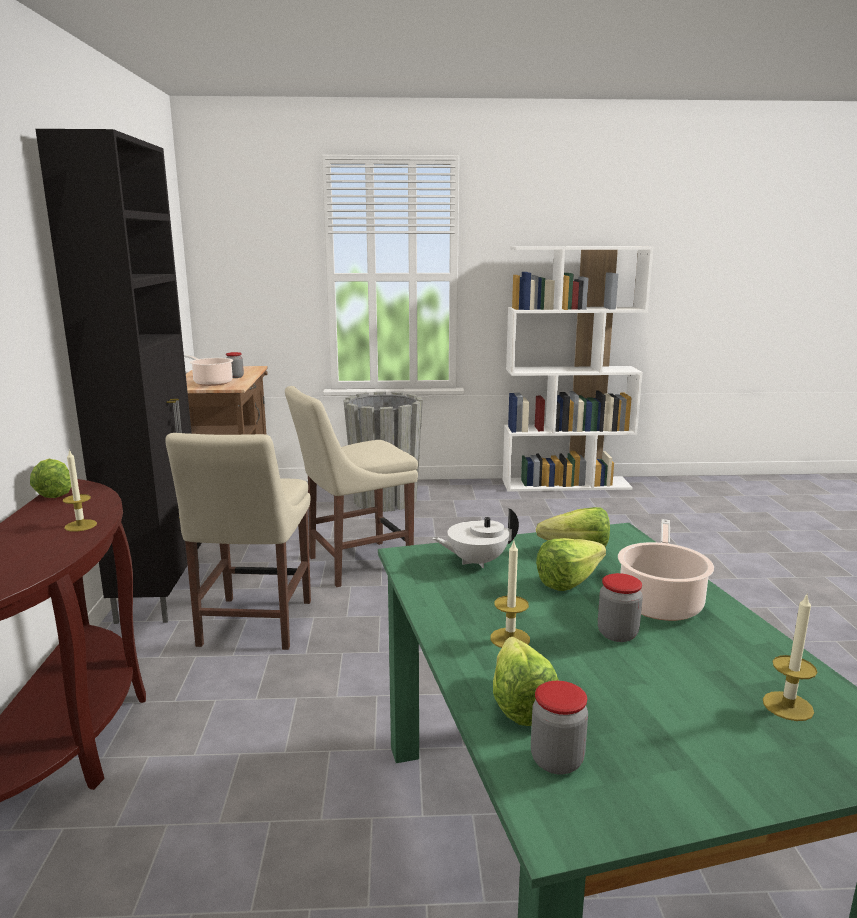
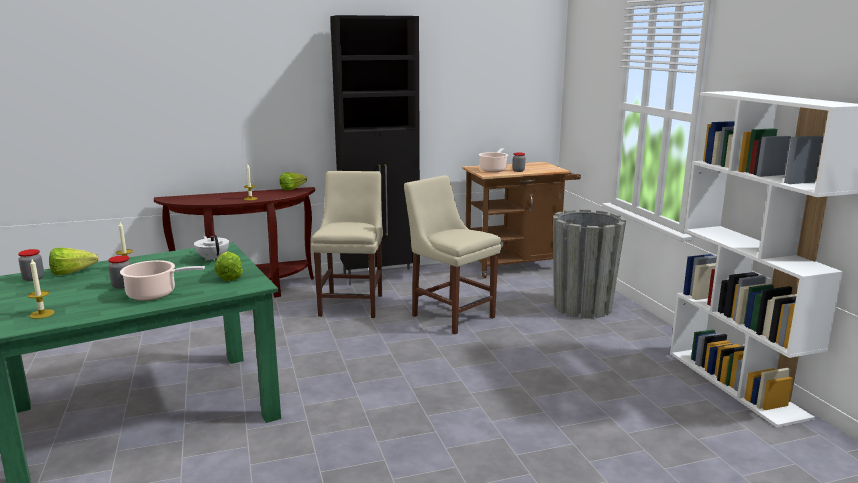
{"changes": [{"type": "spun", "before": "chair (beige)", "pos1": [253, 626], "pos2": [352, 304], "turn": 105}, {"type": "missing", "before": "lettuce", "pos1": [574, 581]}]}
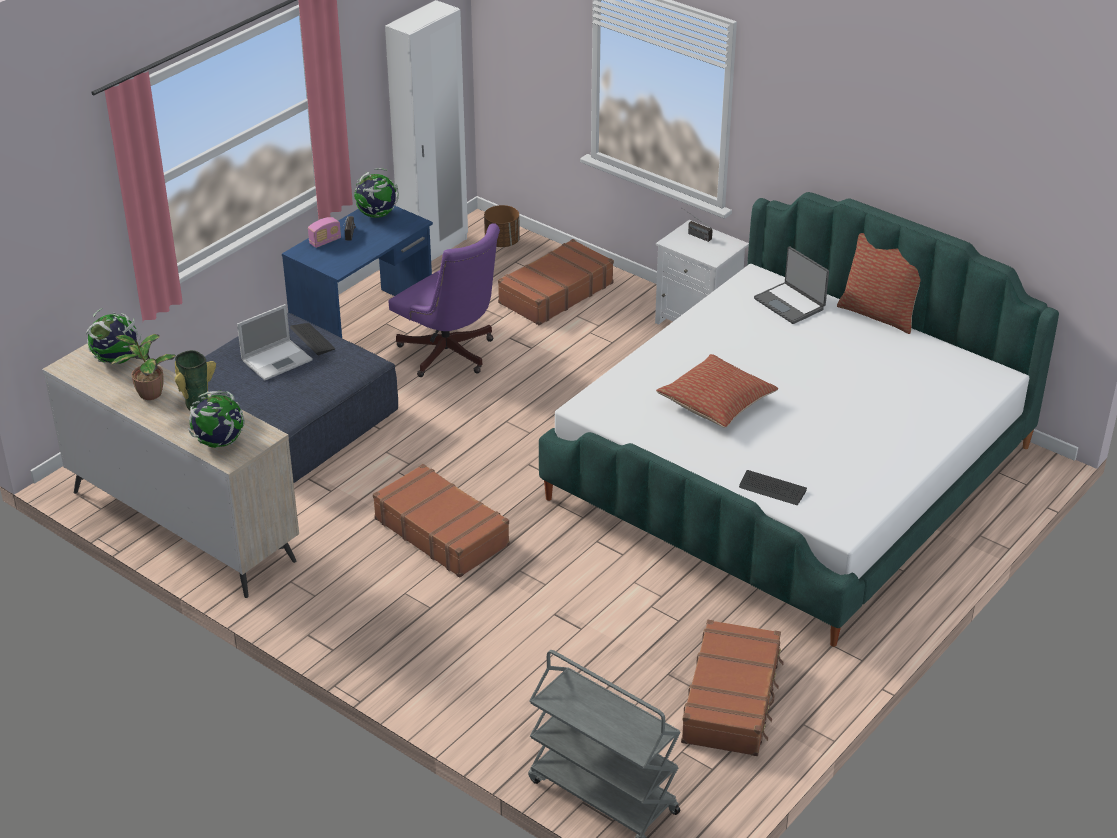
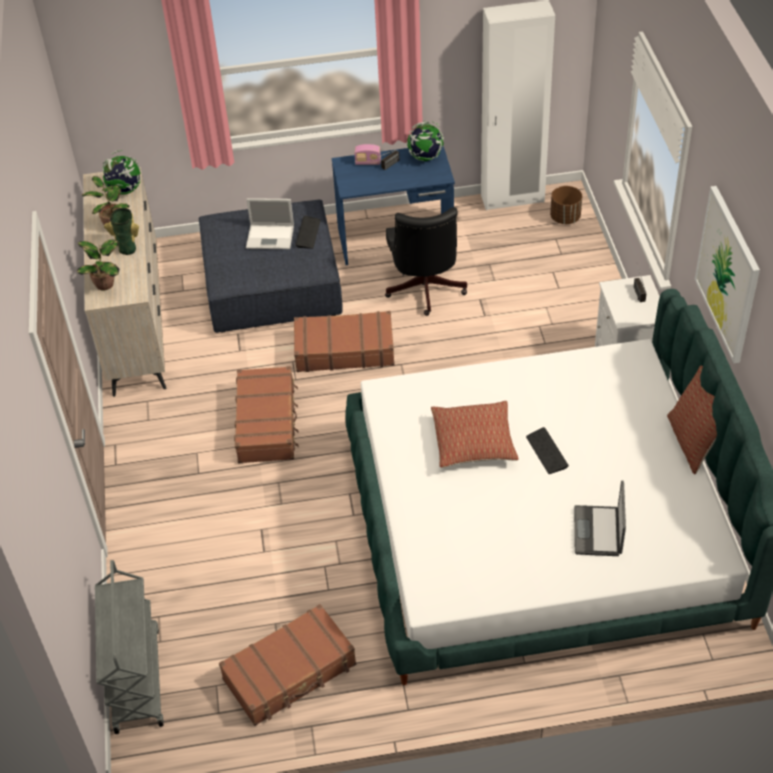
{"changes": [{"type": "exchanged", "before": "globe", "after": "potted plant", "pos1": [219, 442], "pos2": [106, 284]}, {"type": "relocated", "before": "suitcase (brown)", "pos1": [555, 293], "pos2": [344, 350]}, {"type": "colour", "before": "office chair (purple)", "after": "office chair (black)", "pos1": [450, 356], "pos2": [425, 291]}, {"type": "relocated", "before": "keyboard", "pos1": [772, 489], "pos2": [546, 452]}, {"type": "relocated", "before": "laptop", "pos1": [790, 304], "pos2": [599, 532]}, {"type": "appeared", "after": "picture", "pos2": [728, 274]}]}
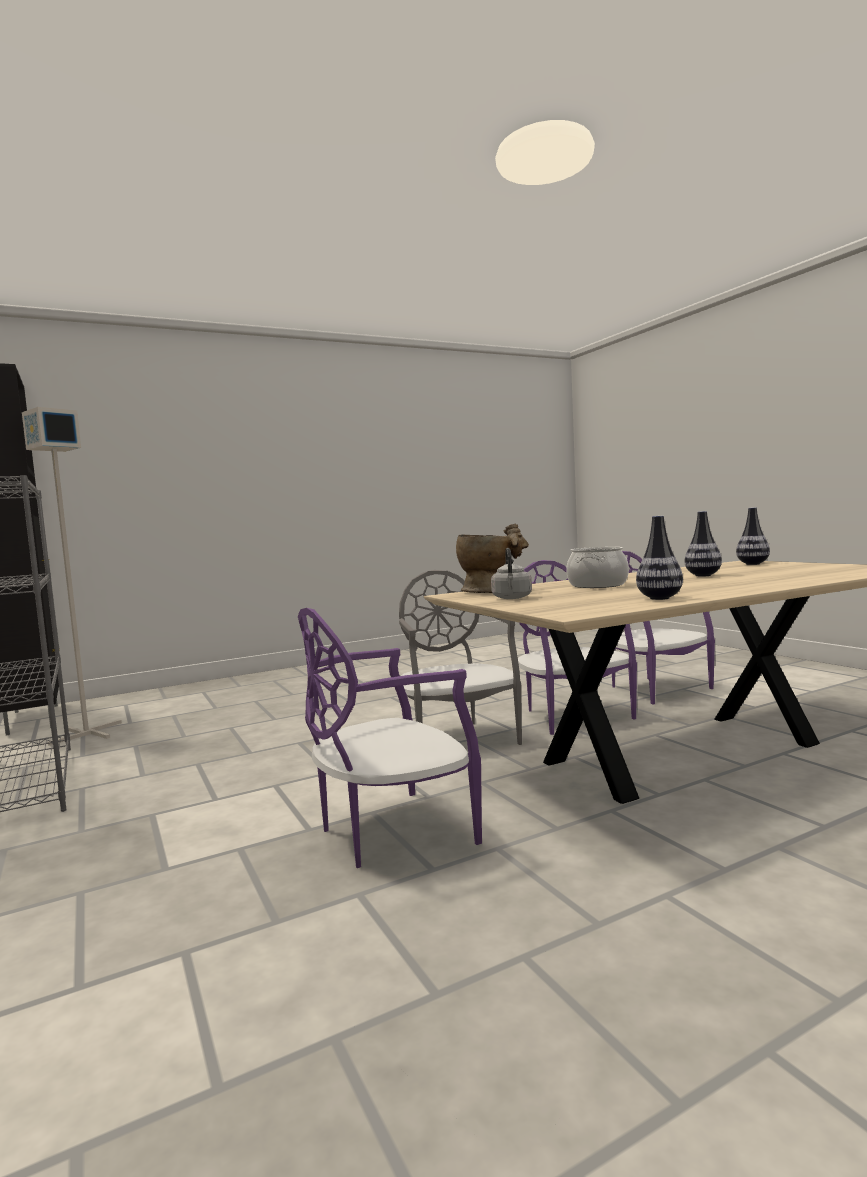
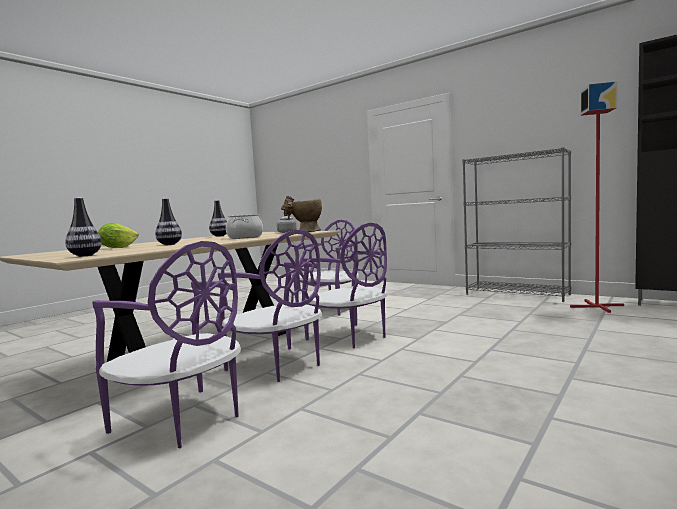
{"changes": [{"type": "appeared", "after": "lettuce", "pos2": [117, 248]}, {"type": "colour", "before": "chair (grey)", "after": "chair (purple)", "pos1": [458, 738], "pos2": [350, 337]}, {"type": "colour", "before": "floor lamp (grey)", "after": "floor lamp (red)", "pos1": [85, 733], "pos2": [597, 306]}]}
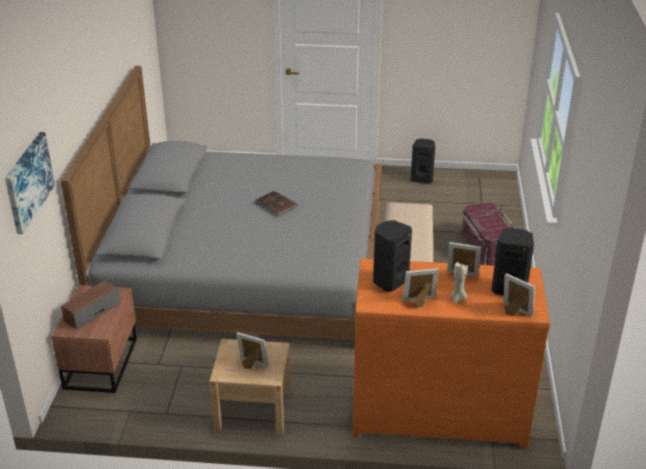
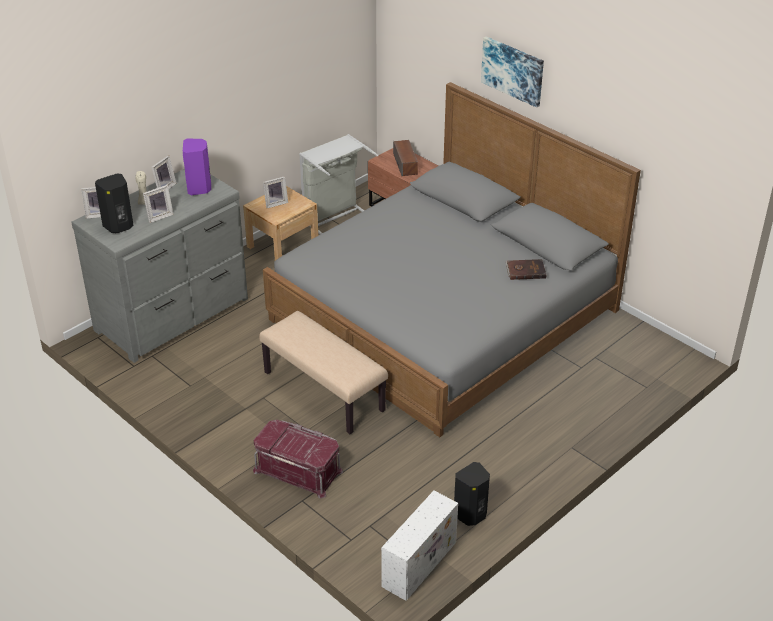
{"changes": [{"type": "colour", "before": "dresser (orange)", "after": "dresser (grey)", "pos1": [438, 410], "pos2": [174, 315]}, {"type": "colour", "before": "speaker (black)", "after": "speaker (purple)", "pos1": [389, 281], "pos2": [199, 188]}, {"type": "appeared", "after": "laundry basket (grey)", "pos2": [336, 219]}, {"type": "appeared", "after": "storage box (white)", "pos2": [420, 563]}, {"type": "relocated", "before": "picture", "pos1": [27, 181], "pos2": [513, 70]}, {"type": "relocated", "before": "book (brown)", "pos1": [276, 205], "pos2": [525, 270]}]}
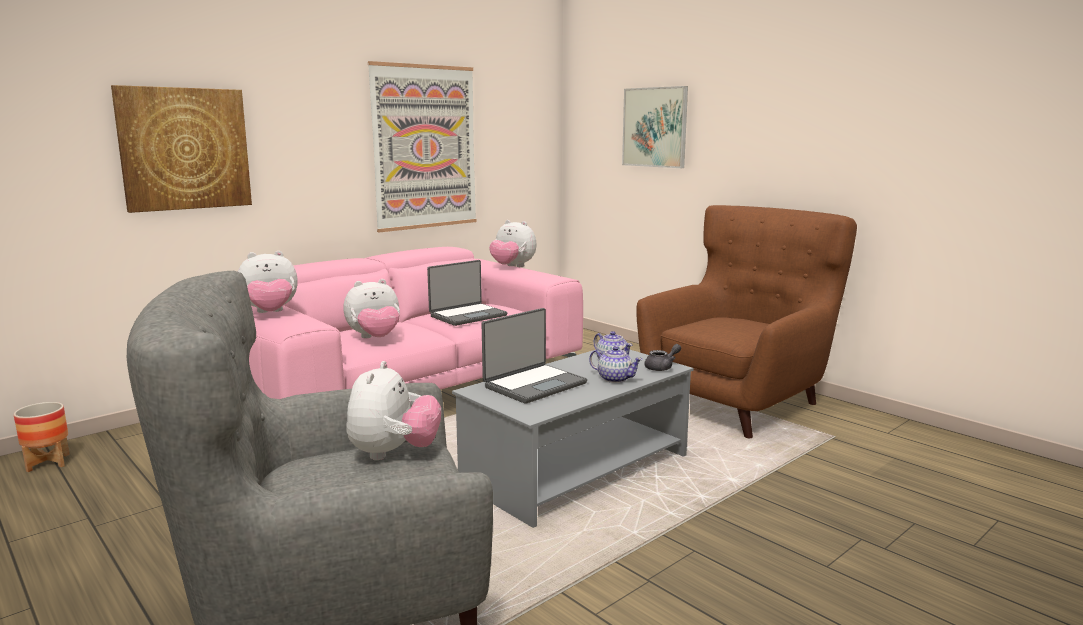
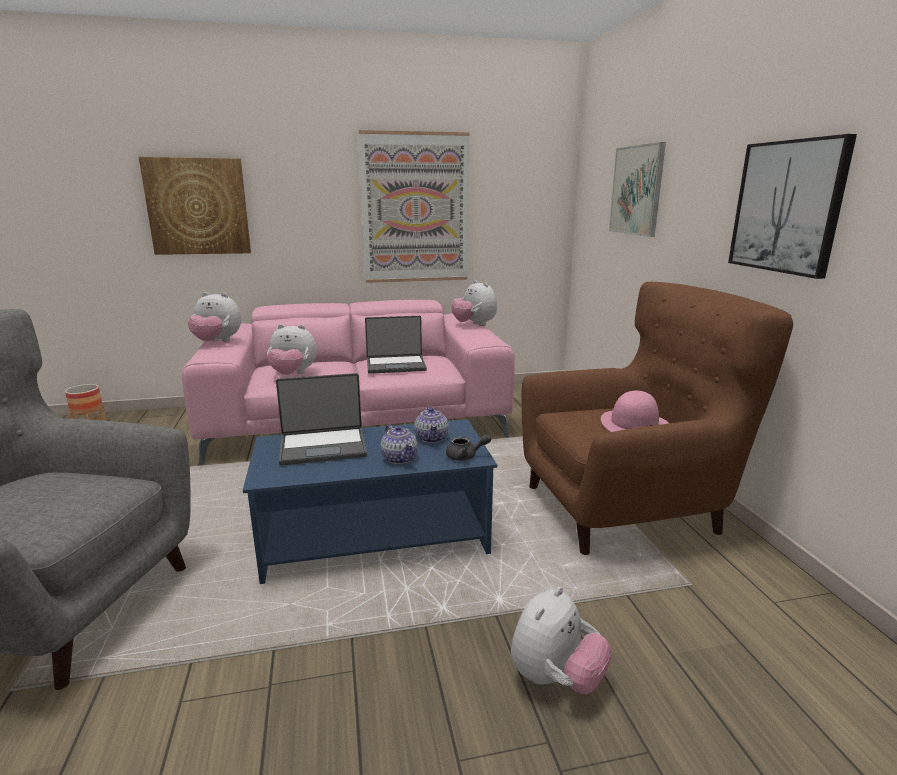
{"changes": [{"type": "colour", "before": "coffee table (grey)", "after": "coffee table (blue)", "pos1": [577, 470], "pos2": [376, 536]}, {"type": "relocated", "before": "plush toy", "pos1": [394, 453], "pos2": [555, 679]}, {"type": "appeared", "after": "hat (pink)", "pos2": [634, 424]}, {"type": "appeared", "after": "picture", "pos2": [787, 207]}]}
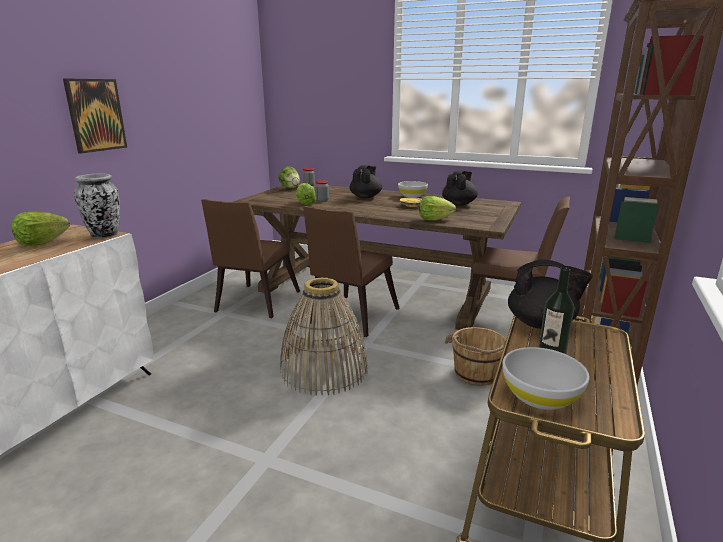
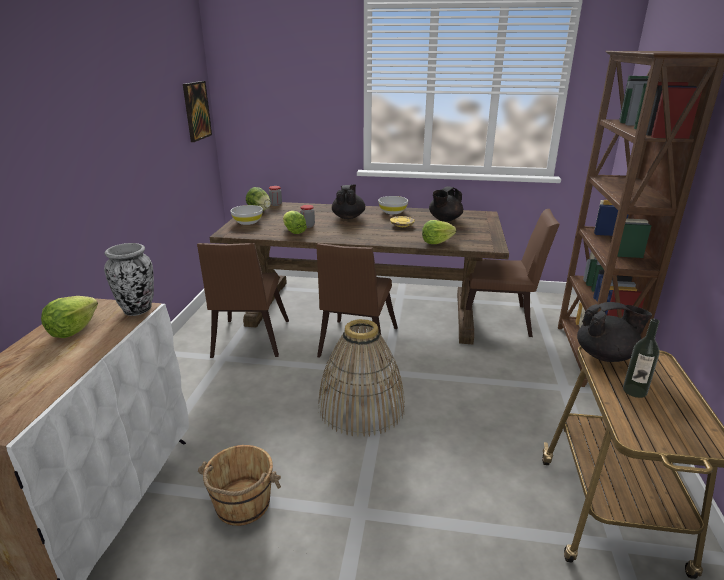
{"changes": [{"type": "relocated", "before": "picture", "pos1": [95, 115], "pos2": [196, 111]}, {"type": "relocated", "before": "bucket (brown)", "pos1": [476, 373], "pos2": [242, 504]}, {"type": "relocated", "before": "bowl (white)", "pos1": [540, 396], "pos2": [248, 222]}, {"type": "spun", "before": "teapot (black)", "pos1": [459, 204], "pos2": [444, 219], "turn": -150}]}
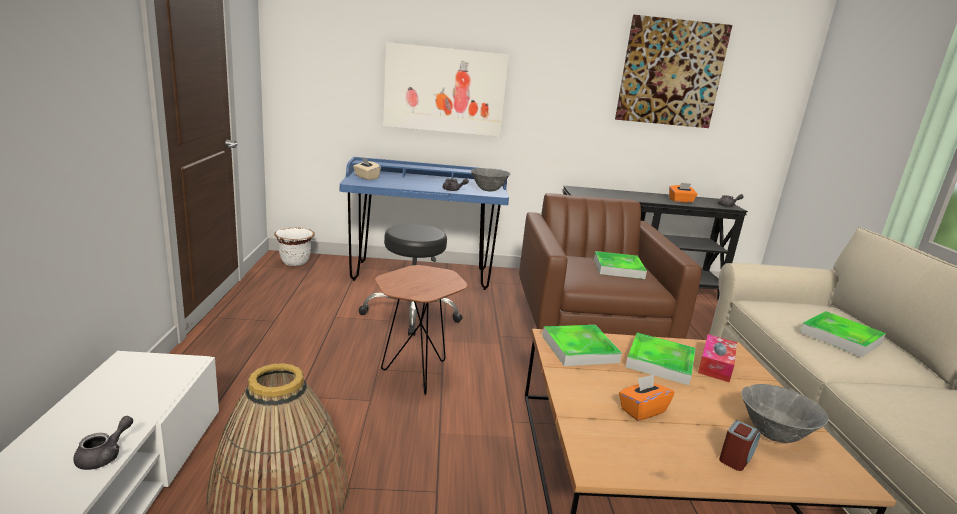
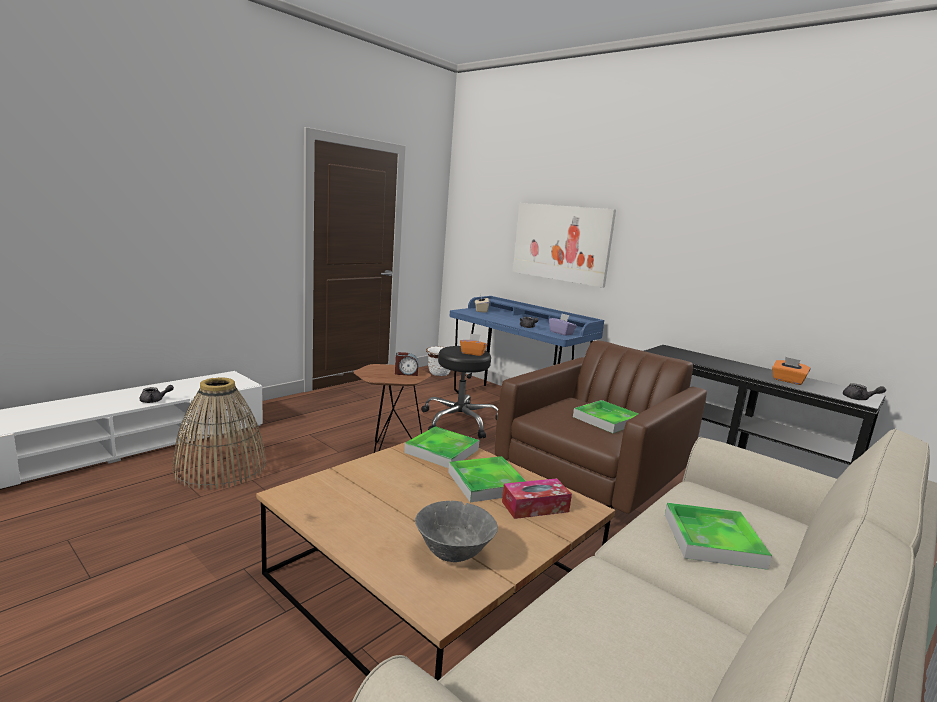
{"changes": [{"type": "relocated", "before": "alarm clock", "pos1": [736, 457], "pos2": [406, 373]}, {"type": "relocated", "before": "tissue box (orange)", "pos1": [642, 410], "pos2": [472, 353]}, {"type": "exchanged", "before": "bowl (grey)", "after": "tissue box (purple)", "pos1": [488, 190], "pos2": [561, 333]}, {"type": "missing", "before": "picture", "pos1": [671, 73]}]}
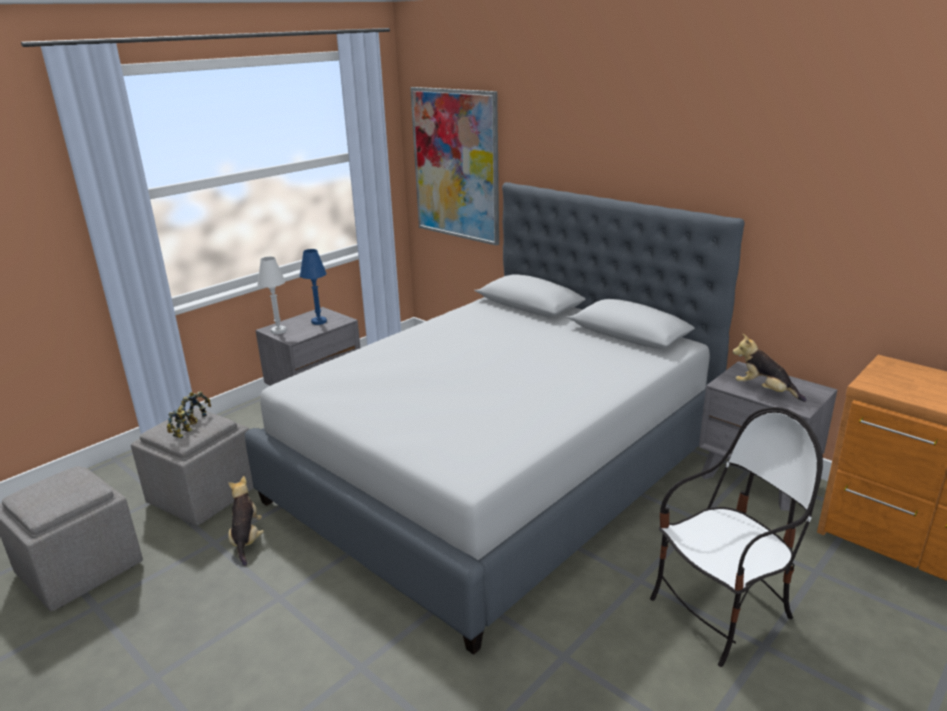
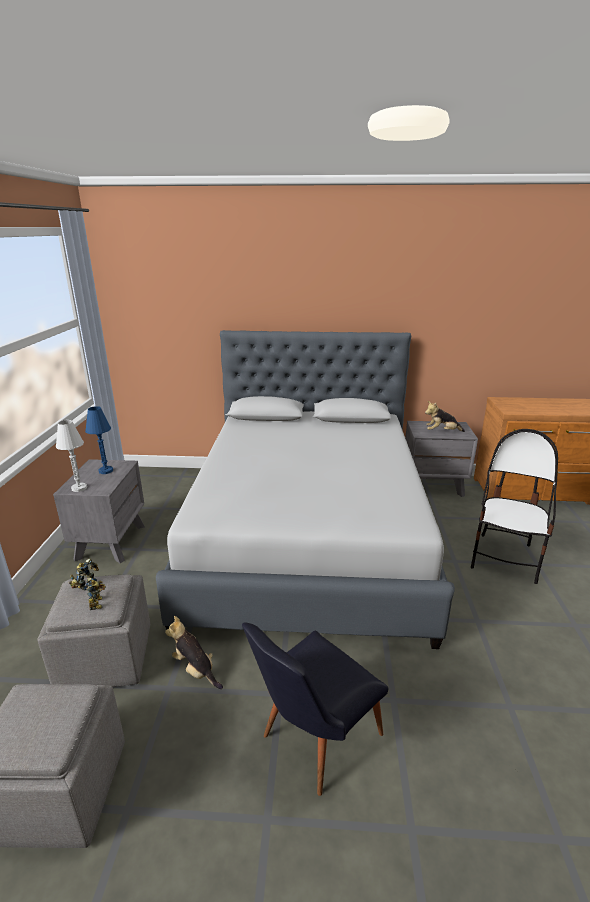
{"changes": [{"type": "appeared", "after": "chair (black)", "pos2": [312, 740]}, {"type": "missing", "before": "picture", "pos1": [456, 165]}]}
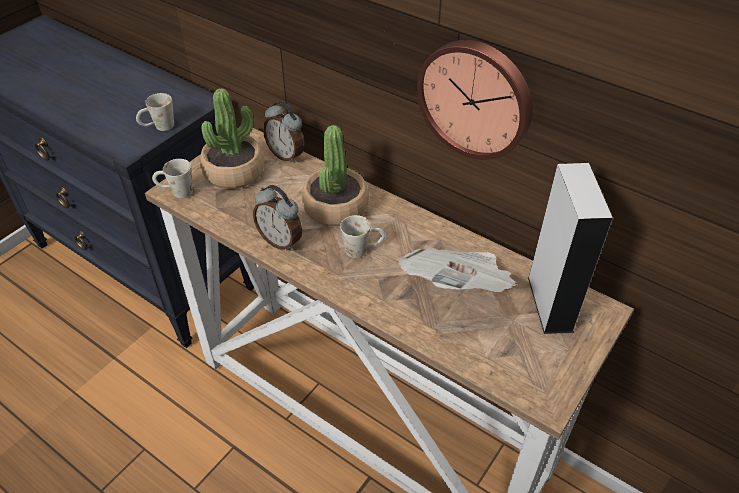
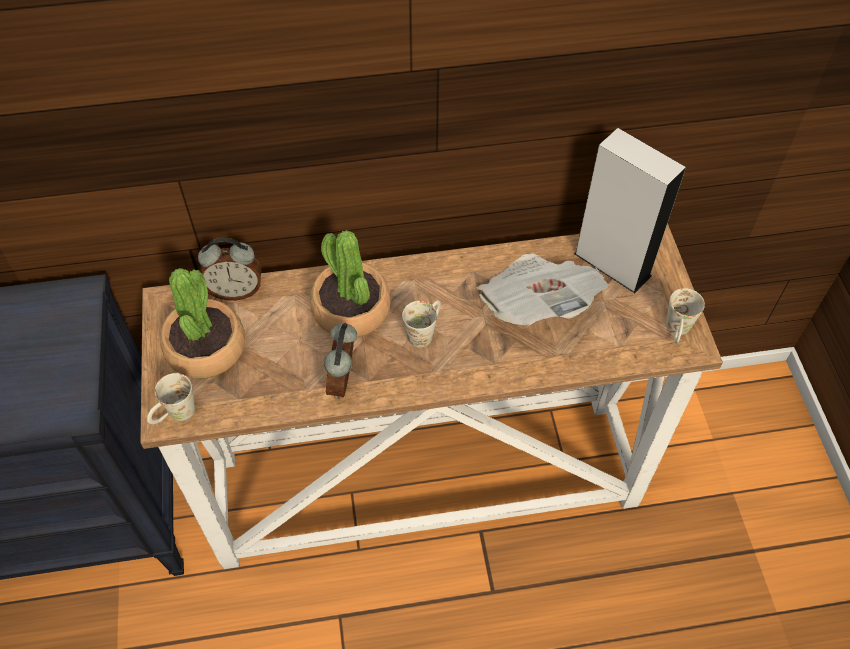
{"changes": [{"type": "spun", "before": "alarm clock", "pos1": [281, 241], "pos2": [344, 381], "turn": 105}, {"type": "relocated", "before": "mug (white)", "pos1": [159, 127], "pos2": [677, 332]}, {"type": "missing", "before": "wall clock", "pos1": [476, 98]}]}
